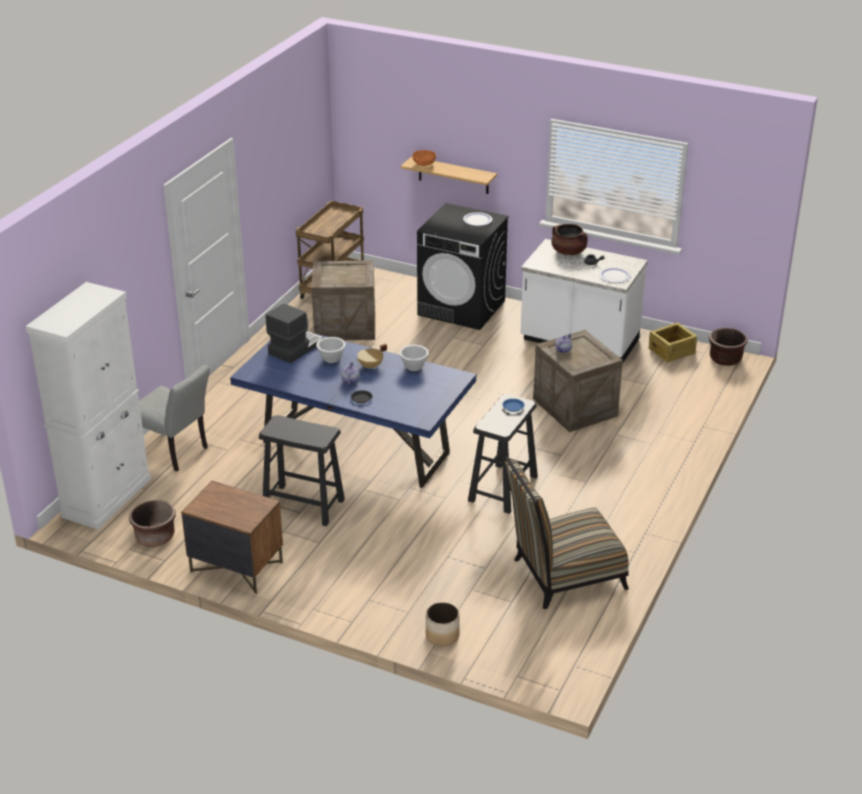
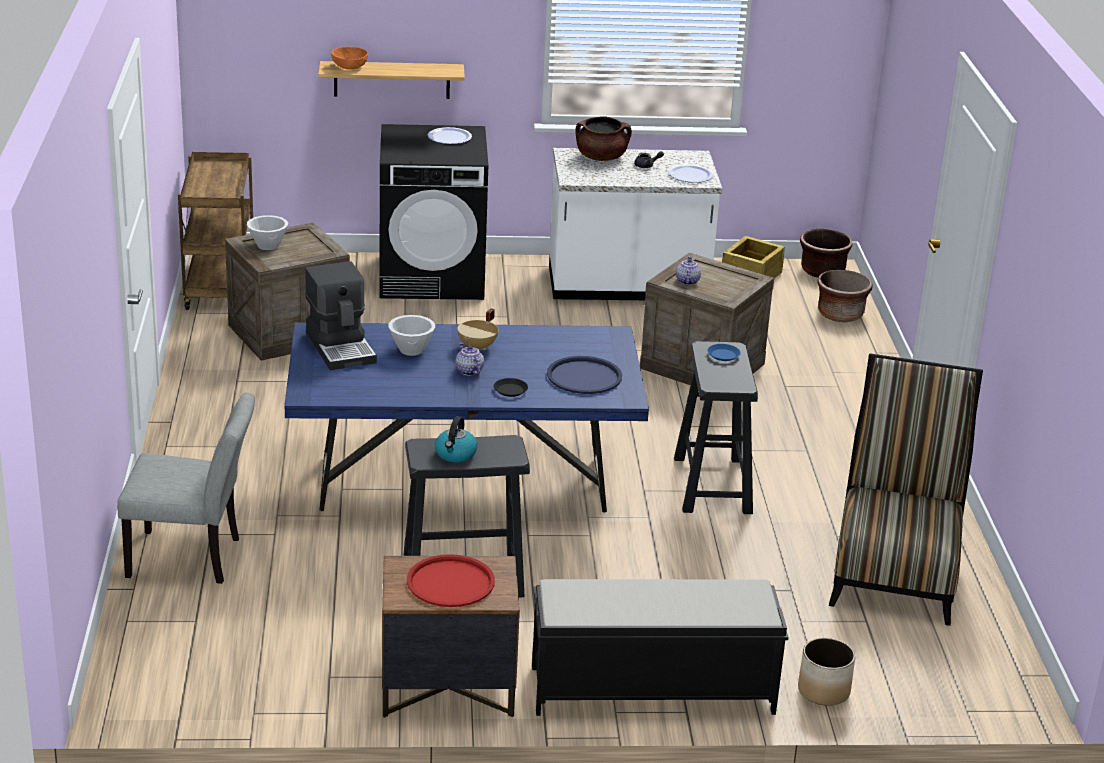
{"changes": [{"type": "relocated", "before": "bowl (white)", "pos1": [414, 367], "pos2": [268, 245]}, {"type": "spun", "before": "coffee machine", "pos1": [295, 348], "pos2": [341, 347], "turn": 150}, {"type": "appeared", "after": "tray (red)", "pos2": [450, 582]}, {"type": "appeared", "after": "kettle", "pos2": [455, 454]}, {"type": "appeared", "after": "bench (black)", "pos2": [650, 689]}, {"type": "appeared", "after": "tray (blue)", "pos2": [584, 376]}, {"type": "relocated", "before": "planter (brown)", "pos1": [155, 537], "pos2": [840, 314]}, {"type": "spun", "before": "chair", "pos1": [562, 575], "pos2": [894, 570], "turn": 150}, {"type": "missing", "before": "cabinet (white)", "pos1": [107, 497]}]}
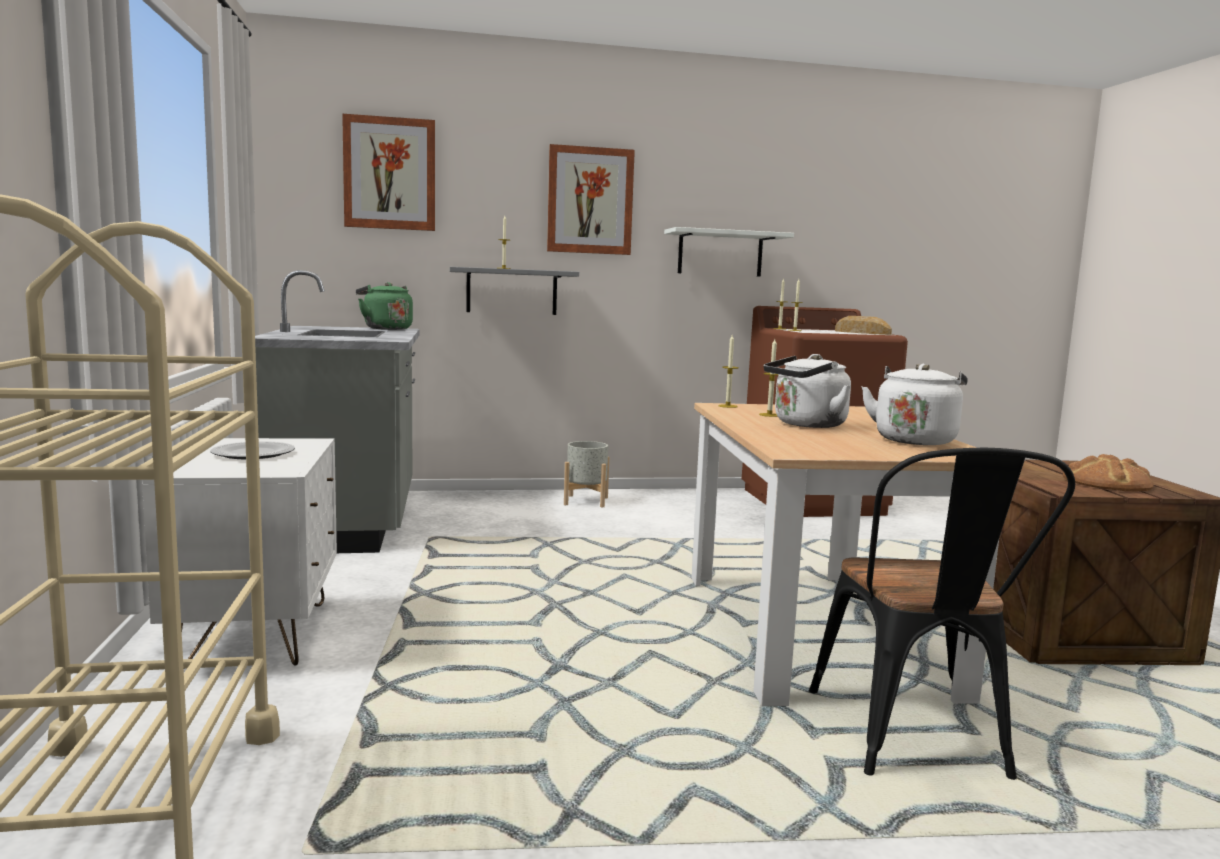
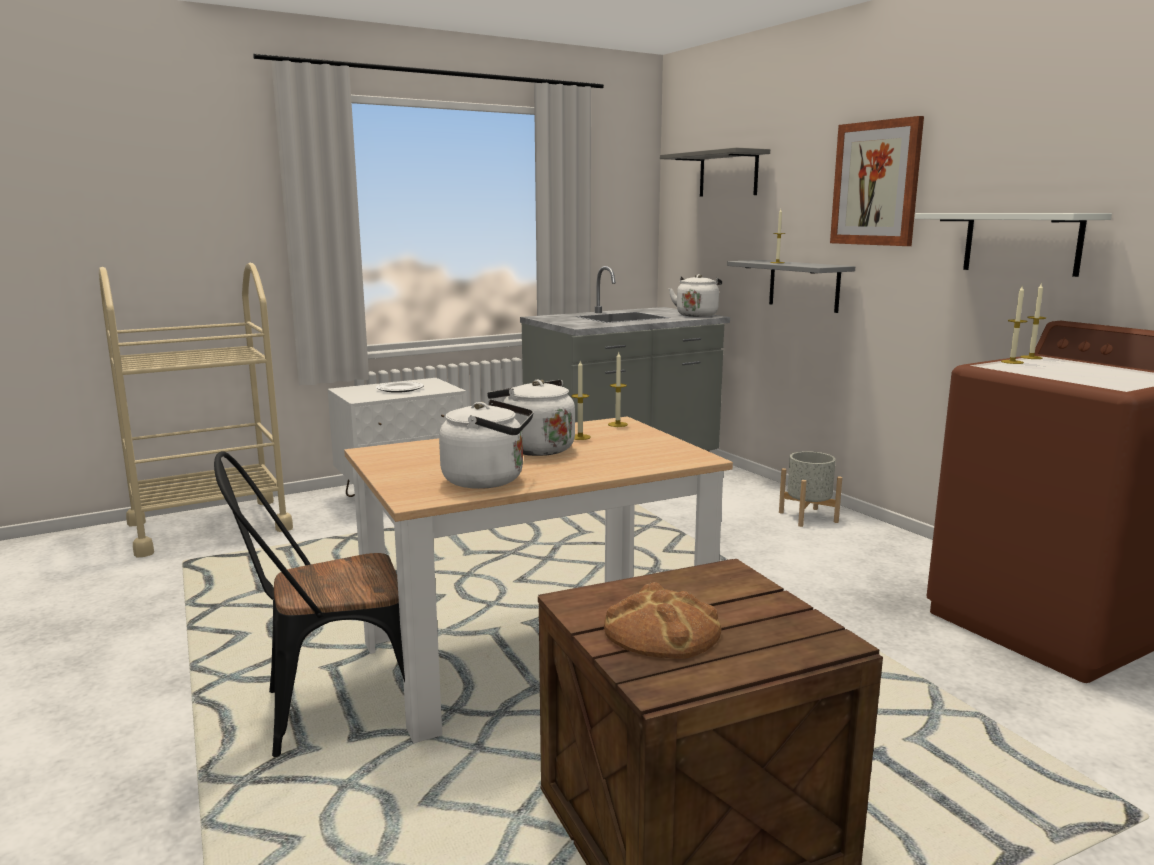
{"changes": [{"type": "exchanged", "before": "picture", "after": "shelf (grey)", "pos1": [390, 174], "pos2": [728, 174]}, {"type": "colour", "before": "kettle (green)", "after": "kettle (white)", "pos1": [385, 328], "pos2": [697, 315]}, {"type": "missing", "before": "bread", "pos1": [862, 332]}]}
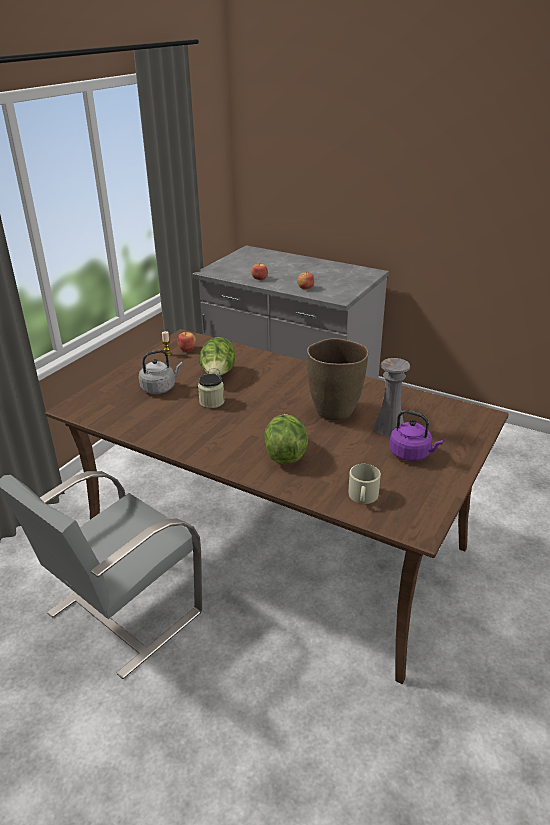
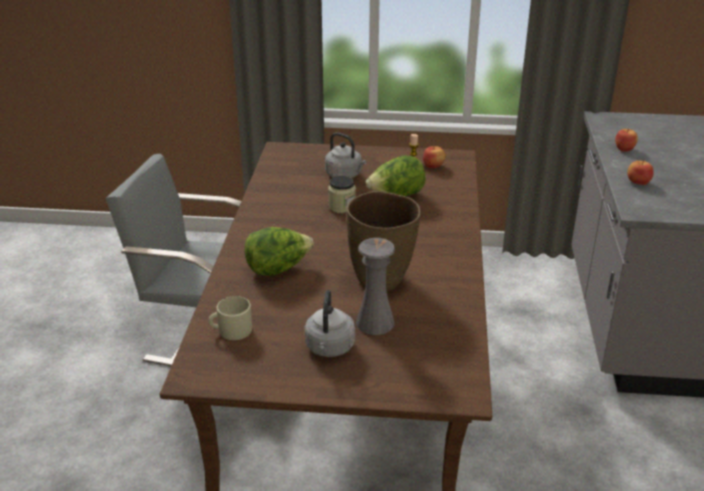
{"changes": [{"type": "colour", "before": "kettle (purple)", "after": "kettle (grey)", "pos1": [411, 454], "pos2": [329, 348]}]}
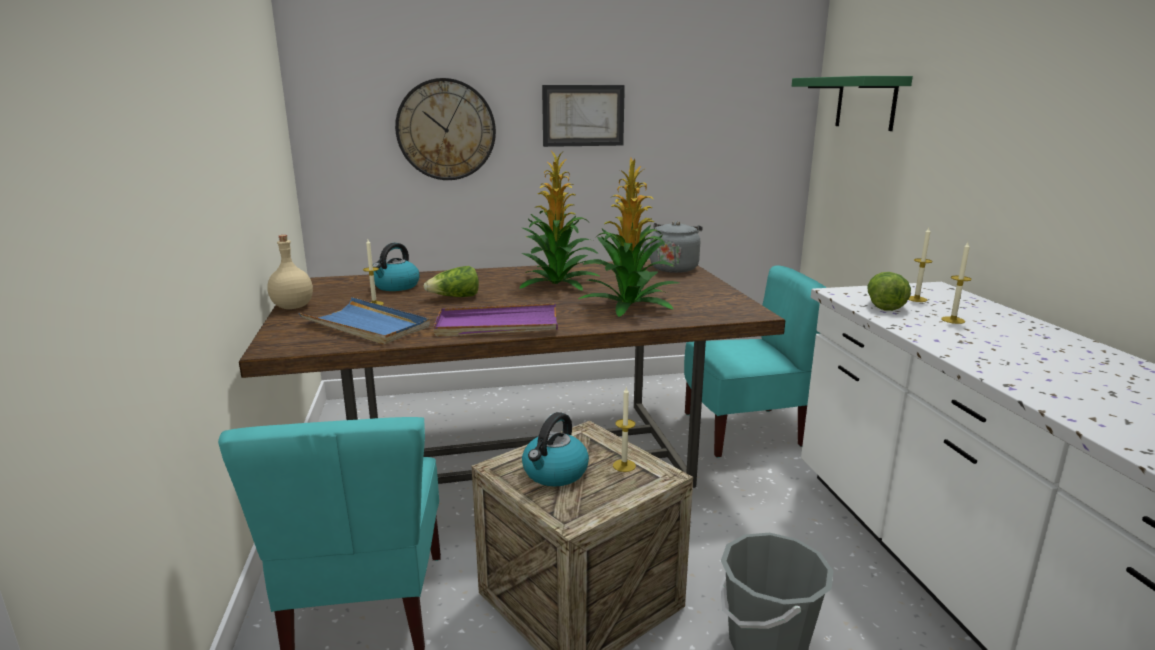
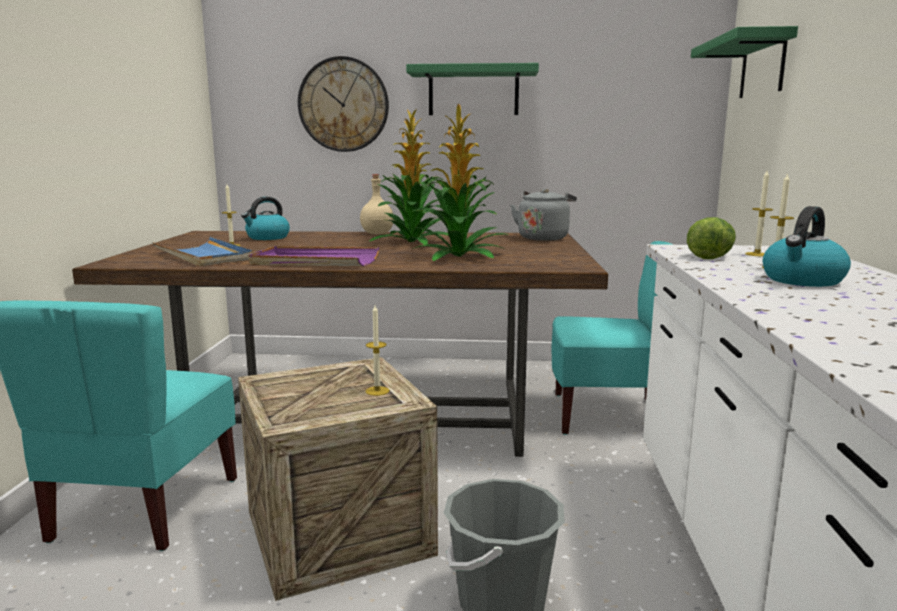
{"changes": [{"type": "relocated", "before": "bottle (beige)", "pos1": [293, 307], "pos2": [377, 233]}, {"type": "exchanged", "before": "picture", "after": "shelf (green)", "pos1": [583, 115], "pos2": [473, 91]}, {"type": "relocated", "before": "kettle", "pos1": [555, 473], "pos2": [802, 280]}, {"type": "missing", "before": "lettuce", "pos1": [455, 297]}]}
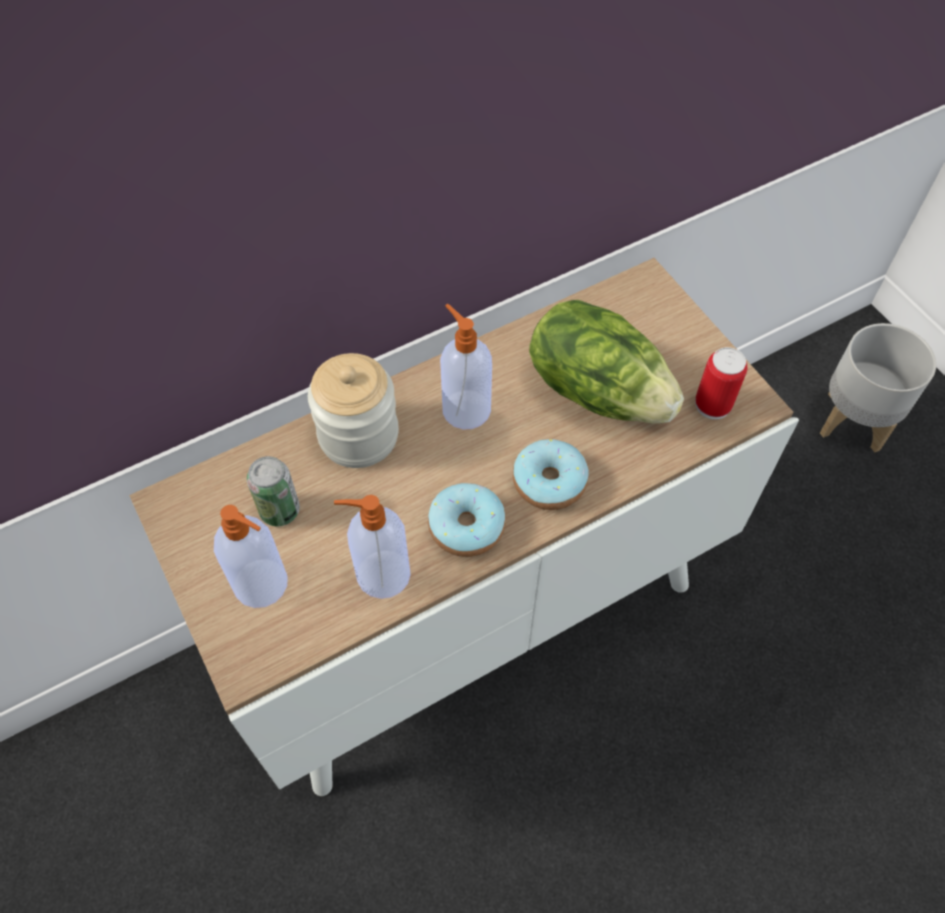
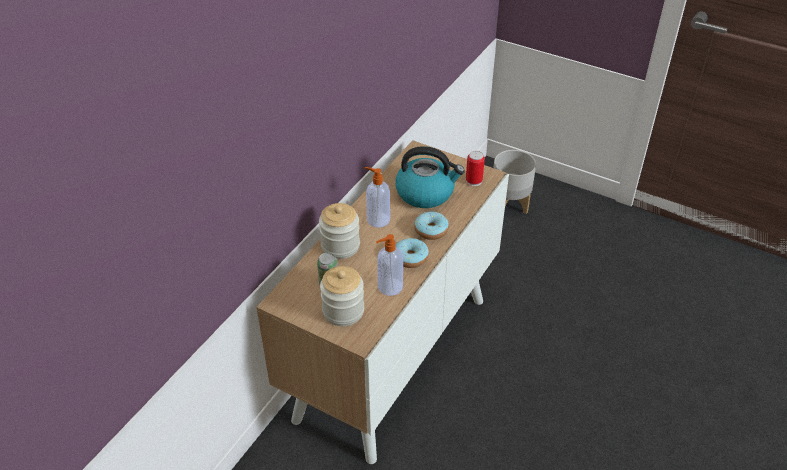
{"changes": [{"type": "exchanged", "before": "soap dispenser", "after": "jar", "pos1": [262, 584], "pos2": [343, 311]}, {"type": "exchanged", "before": "lettuce", "after": "kettle", "pos1": [598, 390], "pos2": [426, 193]}]}
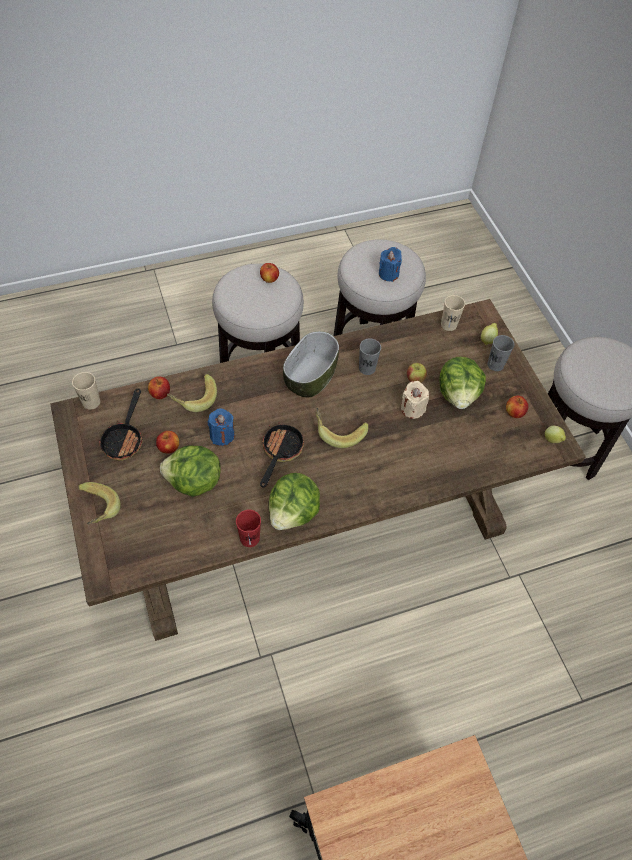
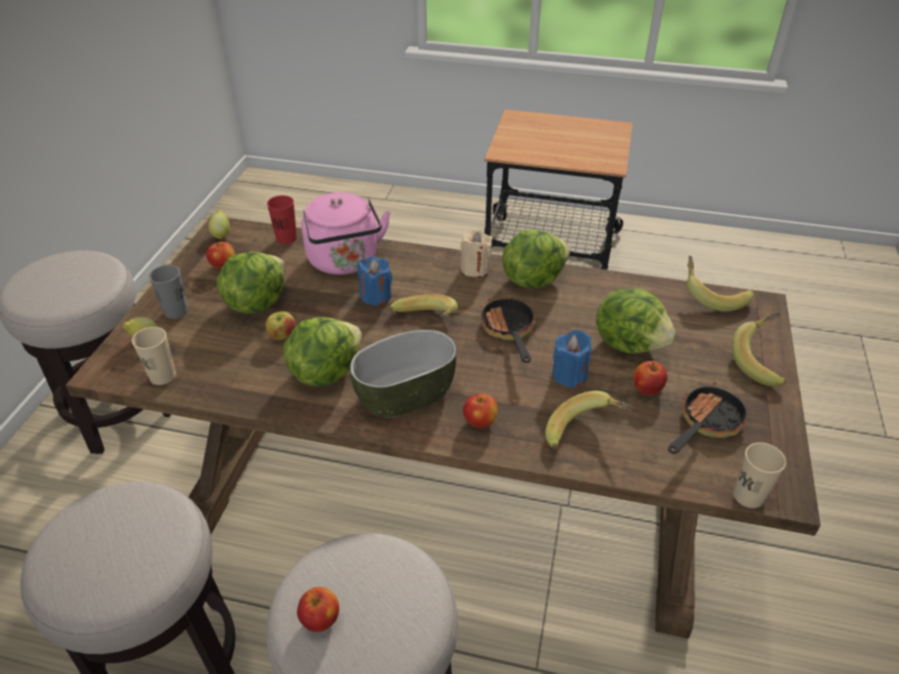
{"changes": [{"type": "relocated", "before": "cup (red)", "pos1": [249, 538], "pos2": [286, 238]}, {"type": "exchanged", "before": "cup (grey)", "after": "lettuce", "pos1": [367, 368], "pos2": [324, 371]}, {"type": "appeared", "after": "kettle (pink)", "pos2": [345, 262]}, {"type": "relocated", "before": "candle (blue)", "pos1": [388, 274], "pos2": [375, 296]}, {"type": "relocated", "before": "candle (beige)", "pos1": [412, 409], "pos2": [475, 268]}, {"type": "relocated", "before": "apple", "pos1": [160, 394], "pos2": [480, 421]}, {"type": "spun", "before": "frying pan", "pos1": [280, 452], "pos2": [509, 331], "turn": 120}, {"type": "appeared", "after": "banana", "pos2": [712, 296]}]}
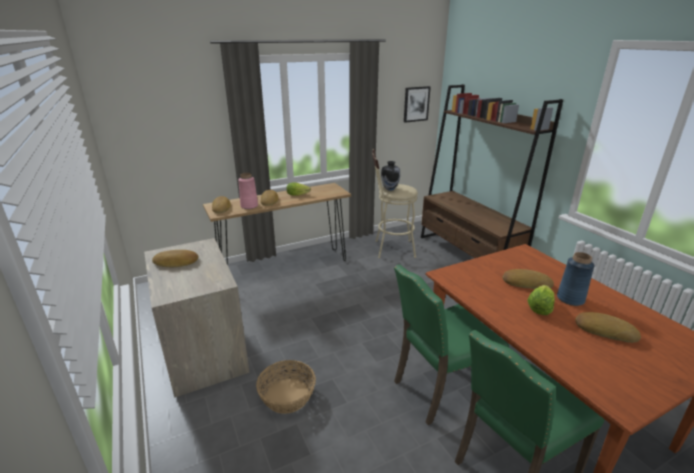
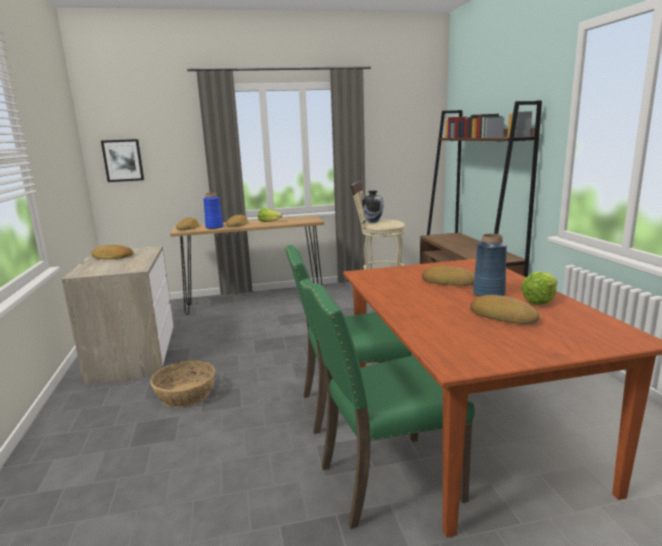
{"changes": [{"type": "relocated", "before": "picture", "pos1": [416, 104], "pos2": [123, 160]}, {"type": "colour", "before": "vase (pink)", "after": "vase (blue)", "pos1": [249, 206], "pos2": [214, 227]}, {"type": "relocated", "before": "lettuce", "pos1": [539, 308], "pos2": [539, 301]}]}
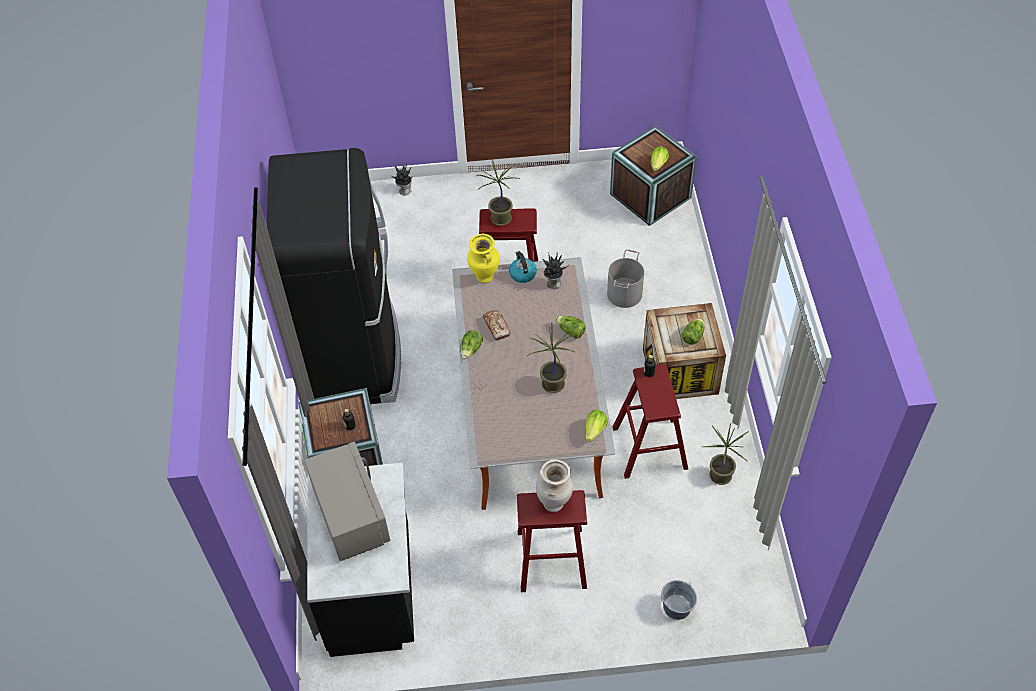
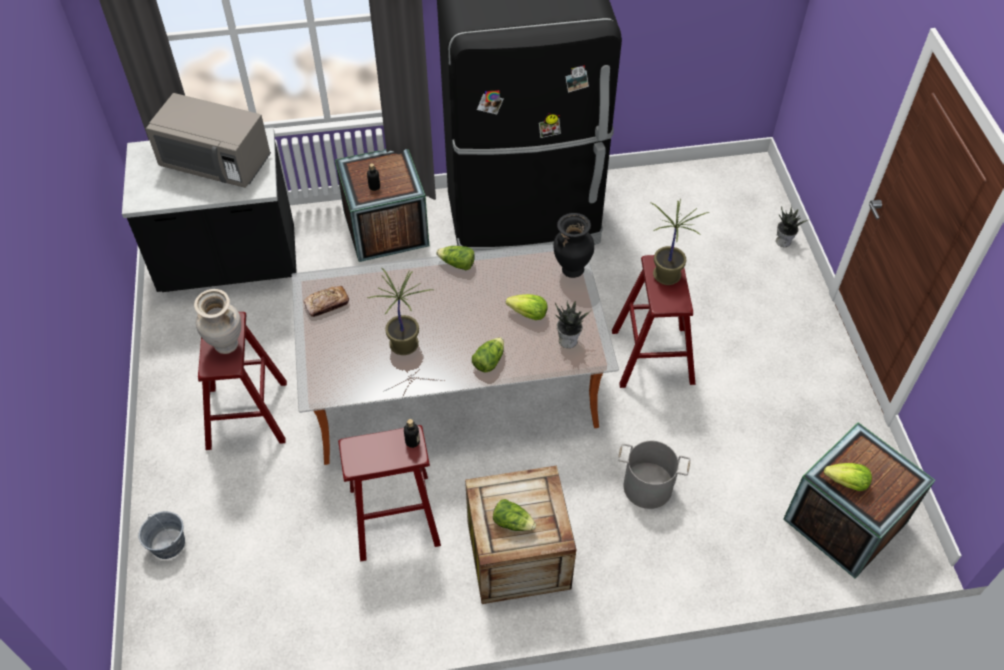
{"changes": [{"type": "spun", "before": "microwave (grey)", "pos1": [351, 515], "pos2": [216, 163], "turn": 45}, {"type": "relocated", "before": "bread", "pos1": [496, 327], "pos2": [327, 304]}, {"type": "relocated", "before": "lettuce", "pos1": [595, 430], "pos2": [528, 314]}, {"type": "colour", "before": "vase (yellow)", "after": "vase (black)", "pos1": [484, 277], "pos2": [571, 270]}, {"type": "missing", "before": "kettle", "pos1": [522, 274]}, {"type": "missing", "before": "potted plant", "pos1": [720, 477]}]}
